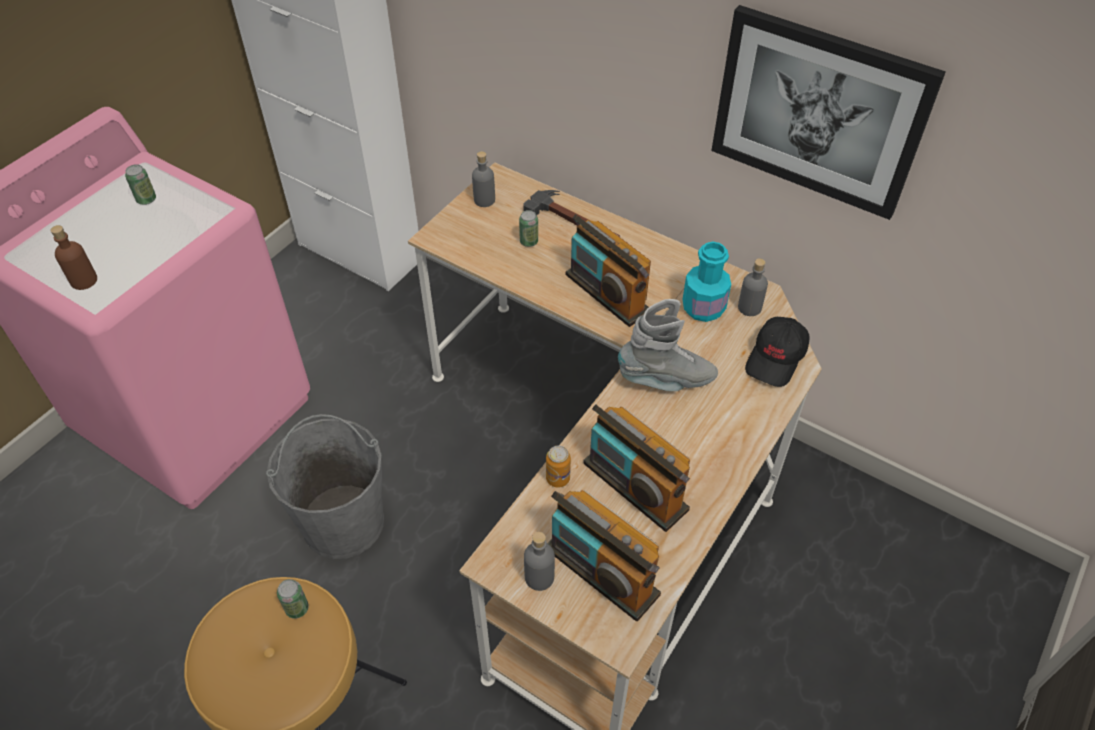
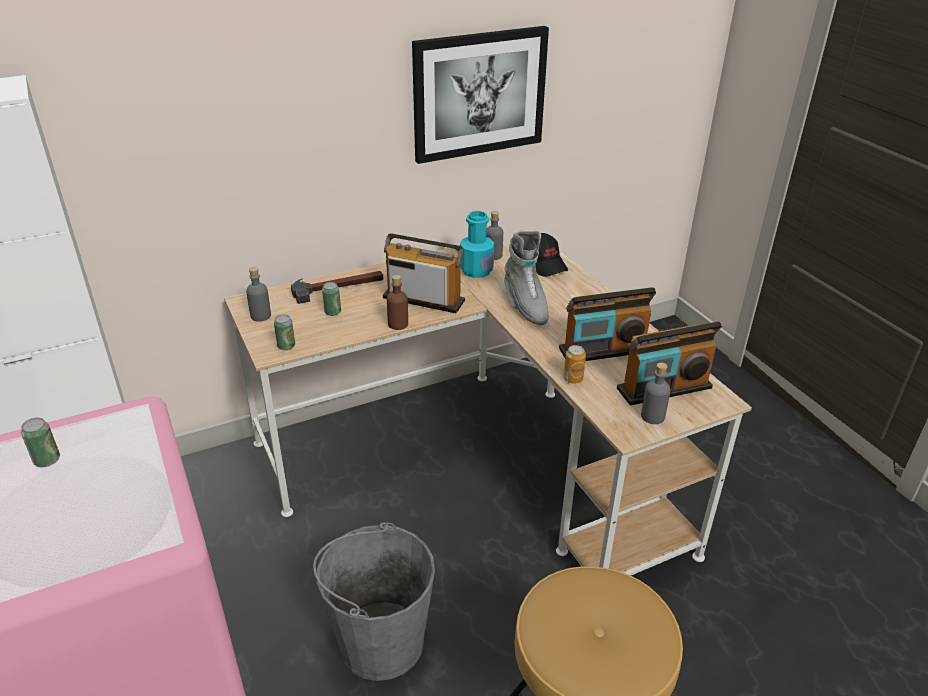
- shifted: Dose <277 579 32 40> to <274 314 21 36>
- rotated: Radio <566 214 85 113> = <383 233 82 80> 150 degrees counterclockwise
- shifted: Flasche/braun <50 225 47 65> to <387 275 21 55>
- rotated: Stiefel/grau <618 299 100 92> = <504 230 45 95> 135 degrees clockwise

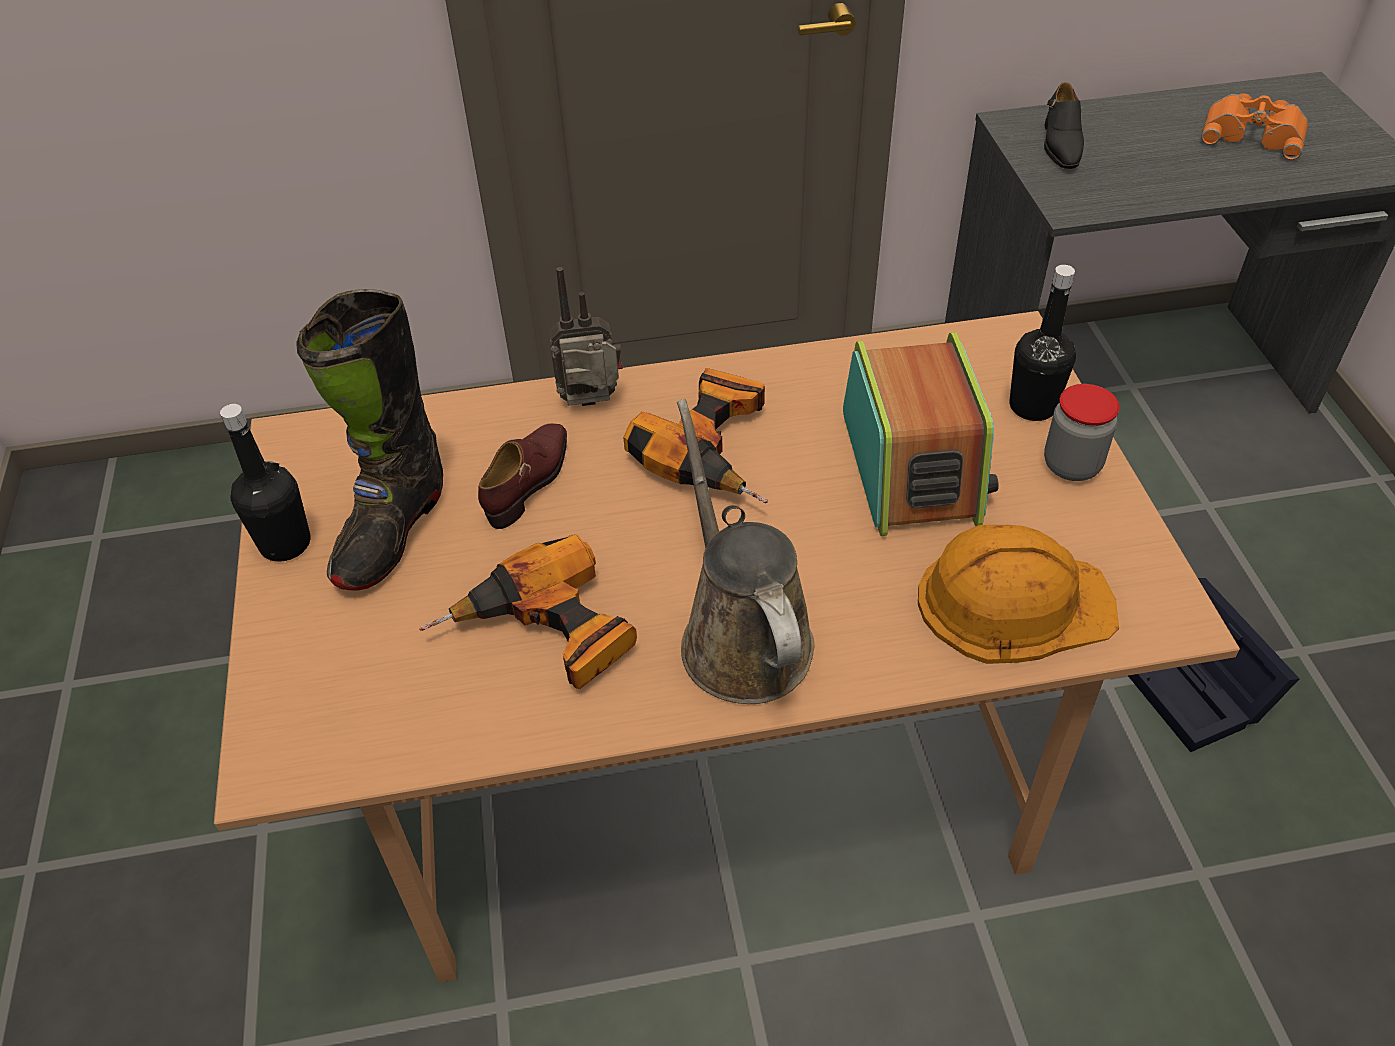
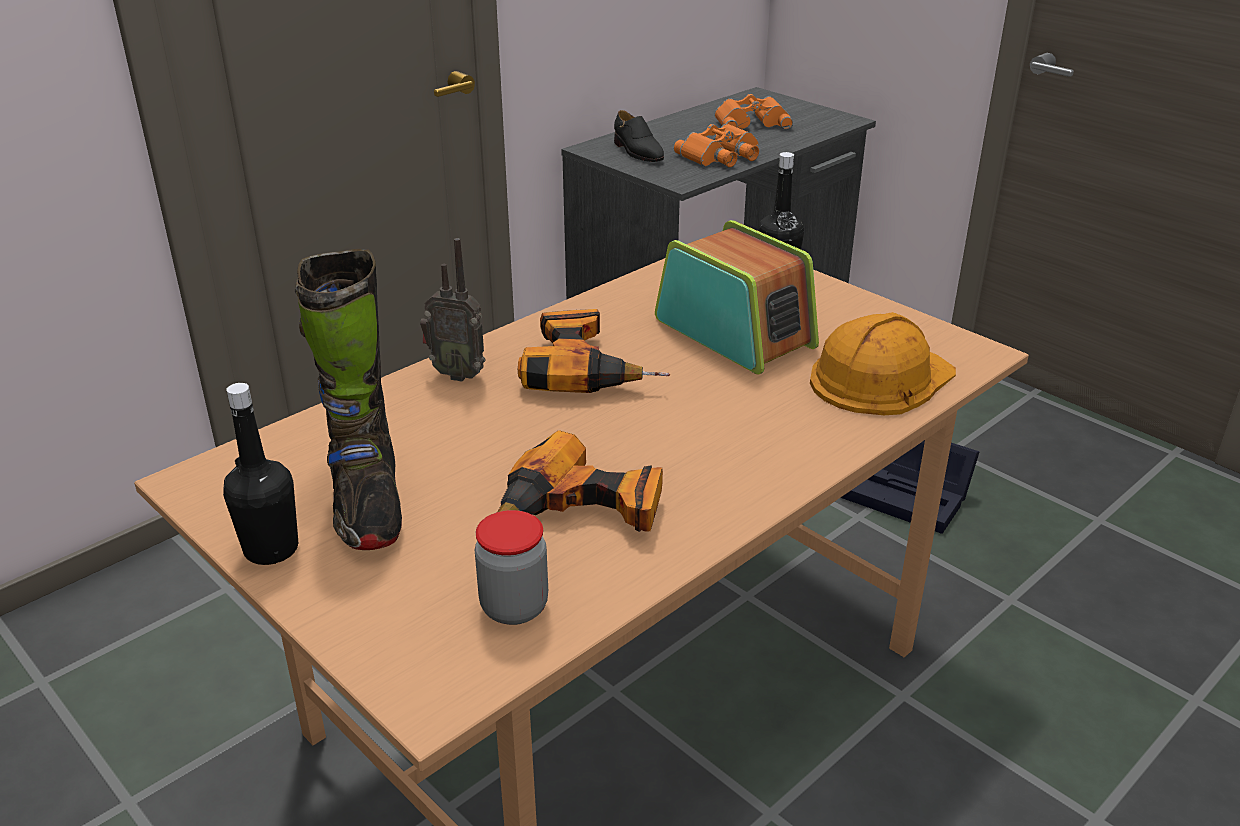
- rotated: Radio <550 267 73 139> = <420 238 66 144> 120 degrees counterclockwise
- shifted: Vorratsglas <1044 384 76 97> to <475 510 73 115>
- new: Fernglas/orange <674 123 85 44>
- gone: Schuh/braun <478 424 89 105>
- gone: Gießkanne/braun <677 399 137 305>

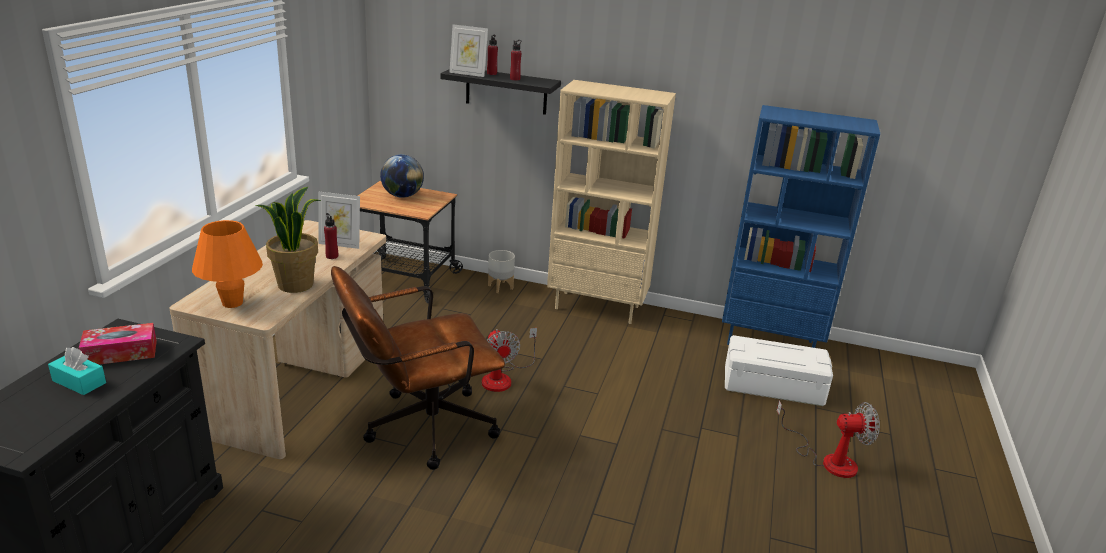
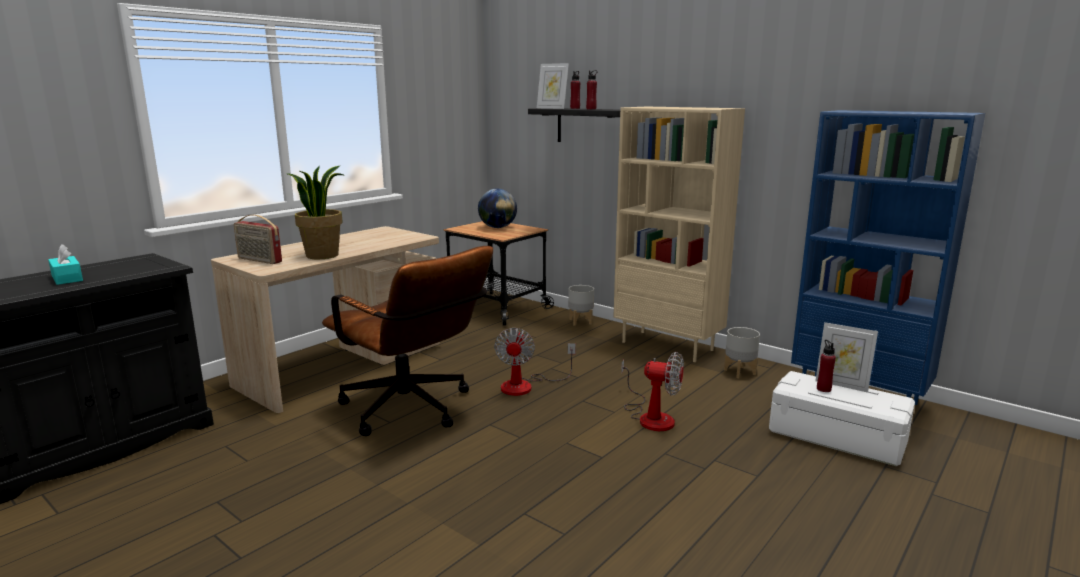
- swapped: Tischlampe/orange <192 220 71 88> to Radio <234 214 48 50>
- rotated: Bürostuhl/braun <331 266 174 204> = <322 246 171 190> 135 degrees counterclockwise
- shifted: Ventilator <777 400 103 78> to <621 352 63 79>
- new: Pflanzkübel/grau <724 327 36 51>
- shifted: Bilderrahmen <318 192 42 57> to <815 322 63 70>
- shifted: Flasche/rot <324 213 14 46> to <817 340 19 52>
- gone: Taschentuchbox <79 323 78 42>

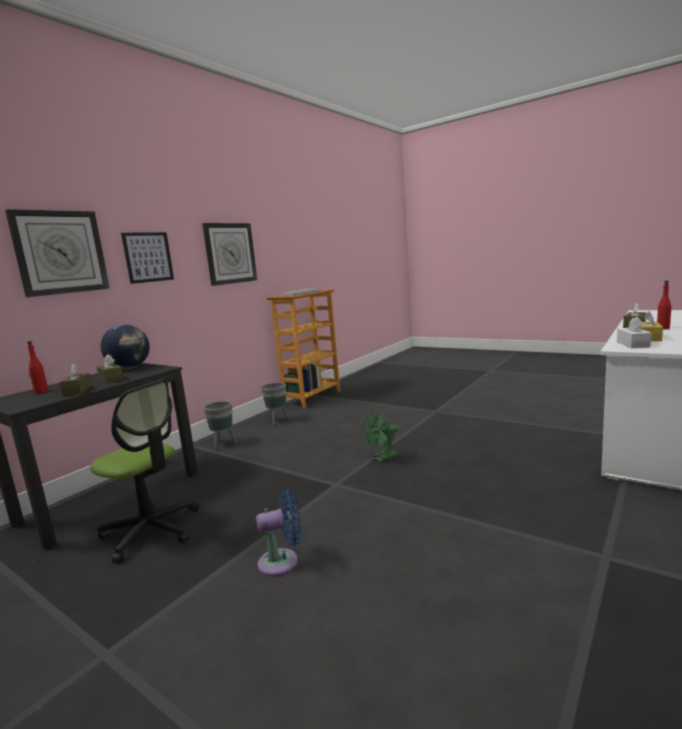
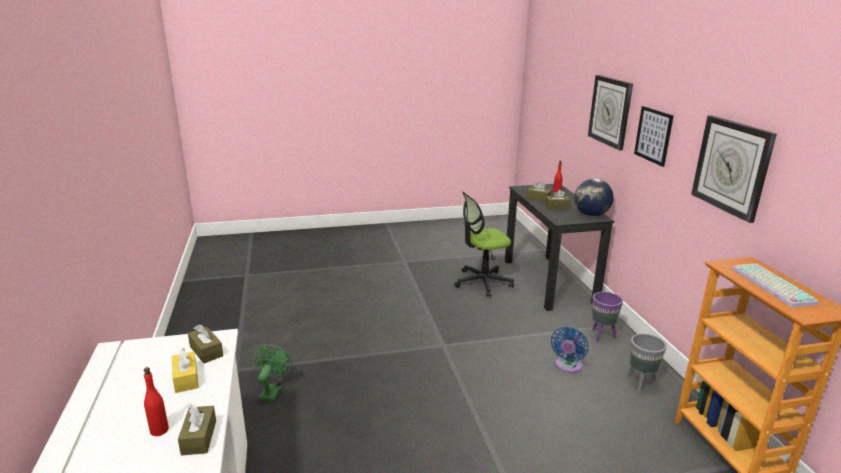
- repainted: Taschentuchbox/weiß <617 317 34 31> to Taschentuchbox/braun <188 324 35 39>
- shifted: Ventilator/grün <363 411 36 52> to <252 345 40 57>
- shifted: Ventilator/blau <256 489 46 88> to <551 327 38 46>
- repainted: Pflanzkübel/grau <204 401 33 49> to Pflanzkübel/lila <592 292 31 50>

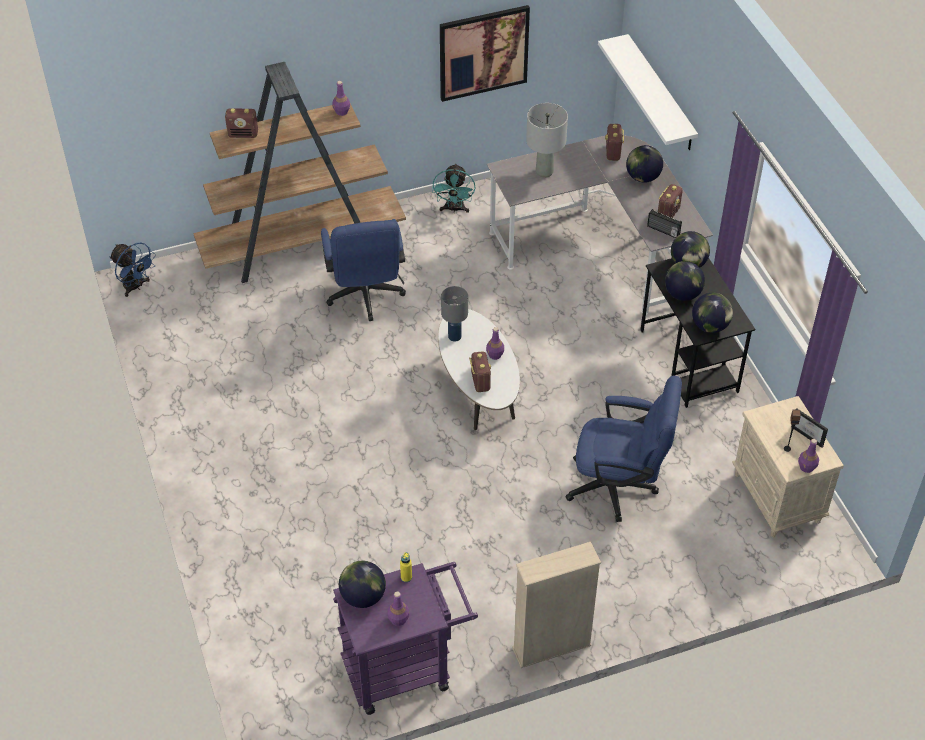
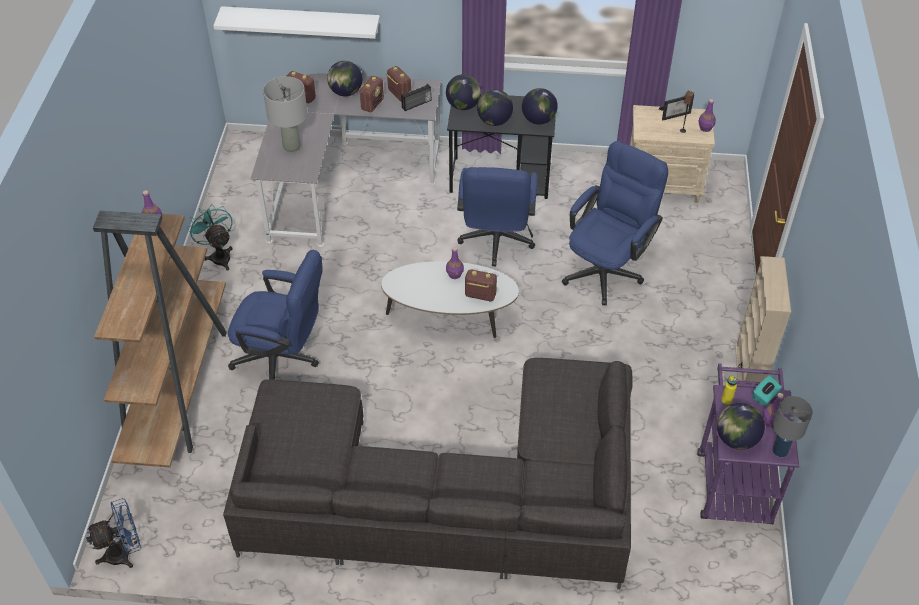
- rotated: Ventilator/türkis <432 163 43 50> = <187 204 46 67> 150 degrees counterclockwise
- new: Sofa/grau <223 358 409 231>
- shifted: Radio <225 108 33 30> to <359 76 25 36>
- new: Bürostuhl/blau <457 167 80 99>
- new: Taschentuchbox/türkis <752 375 30 31>
- shifted: Tischlampe/grau <441 286 27 56> to <772 396 41 61>
- gone: Bild <440 5 90 97>

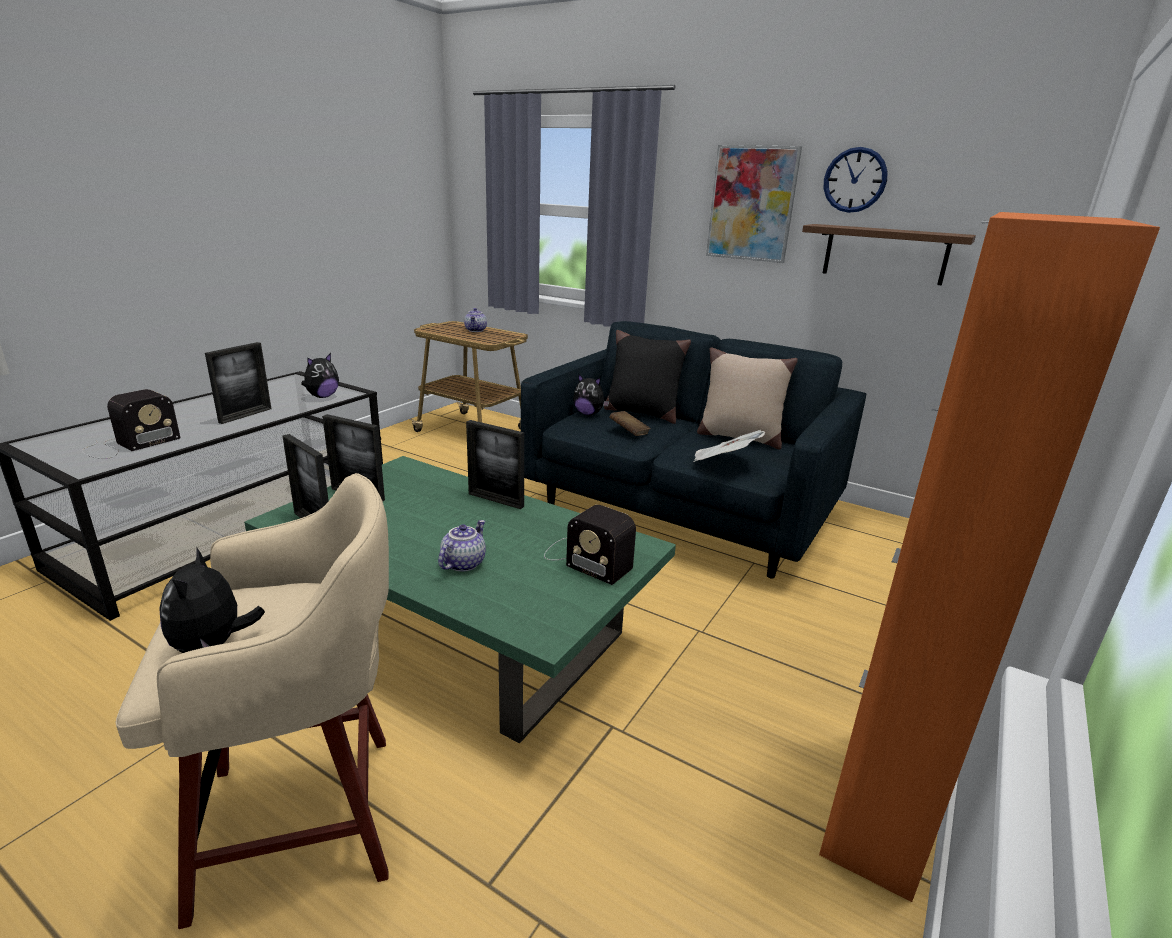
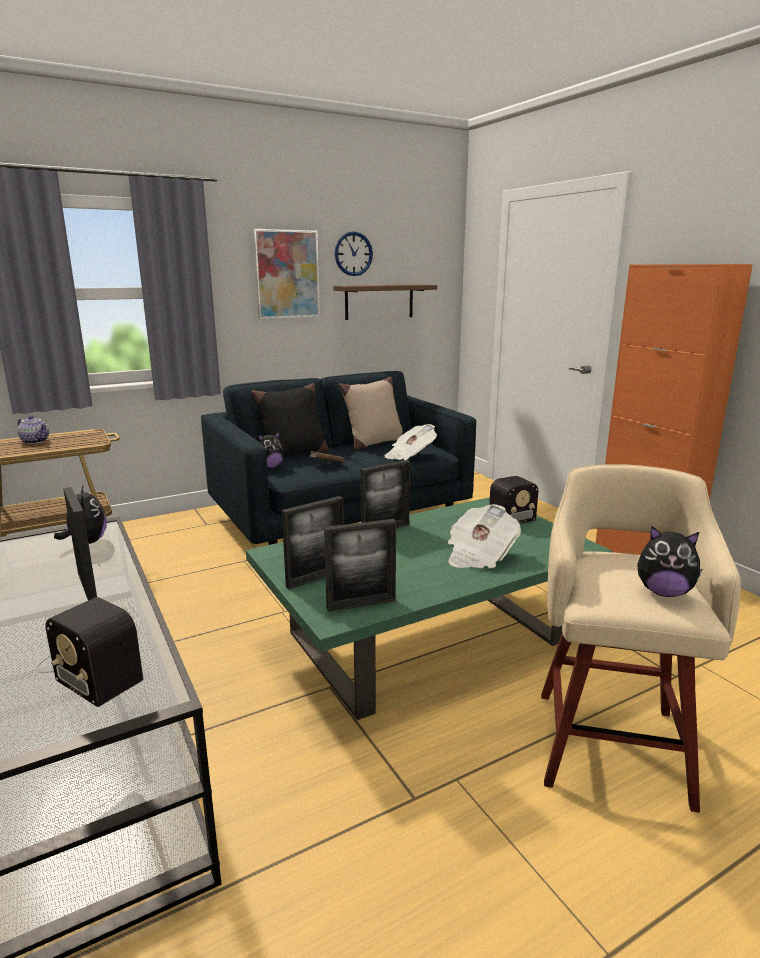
- rotated: Radio <82 389 99 70> = <36 597 107 110> 150 degrees clockwise
- swapped: Teekanne <438 520 48 52> to Zeitung <447 504 74 64>

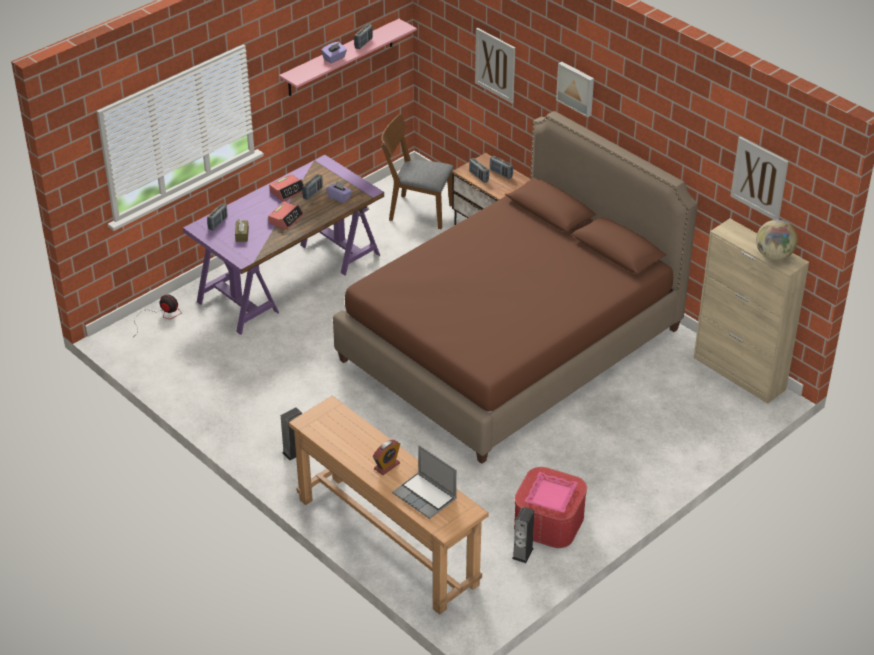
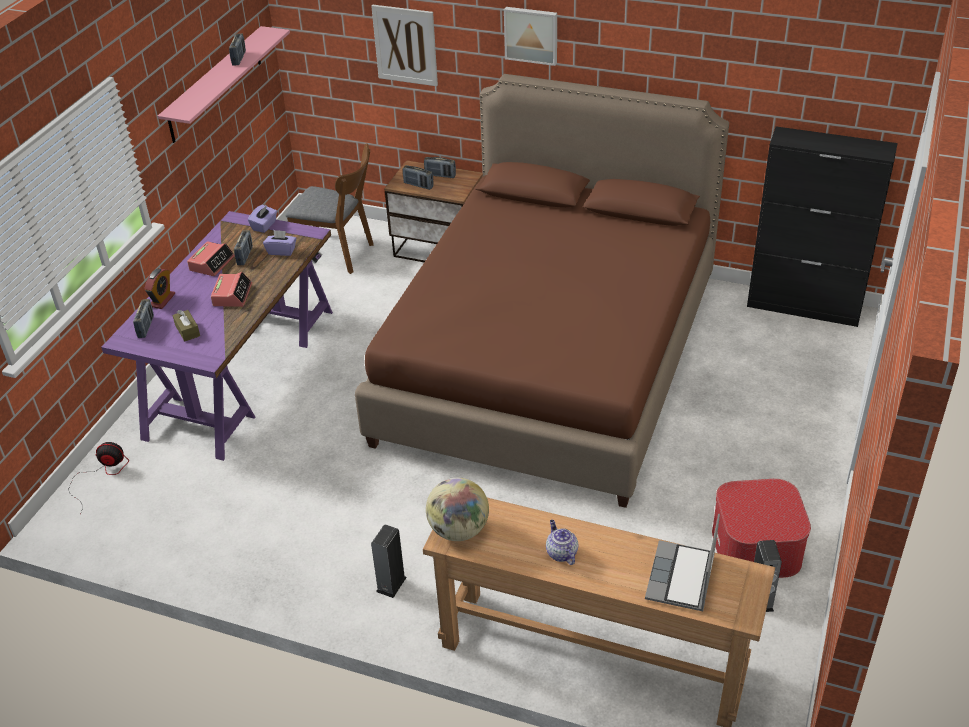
- shifted: Wecker <373 440 27 35> to <144 268 31 41>
- shifted: Taschentuchbox/lila <321 42 26 21> to <248 204 29 29>
- rotated: Stuhl/braun <381 114 72 115> = <286 144 88 130> 150 degrees counterclockwise
- shifted: Globus <756 220 42 40> to <426 478 63 63>
- new: Teekanne <546 520 33 45>
- rotated: Laptop <392 445 65 74> = <645 514 75 97> 90 degrees clockwise
- repainted: Schrank/beige <694 219 115 185> to Schrank/schwarz <747 126 151 201>
- gone: Tablett/rosa <525 472 53 40>
- gone: Bild <730 137 59 83>

